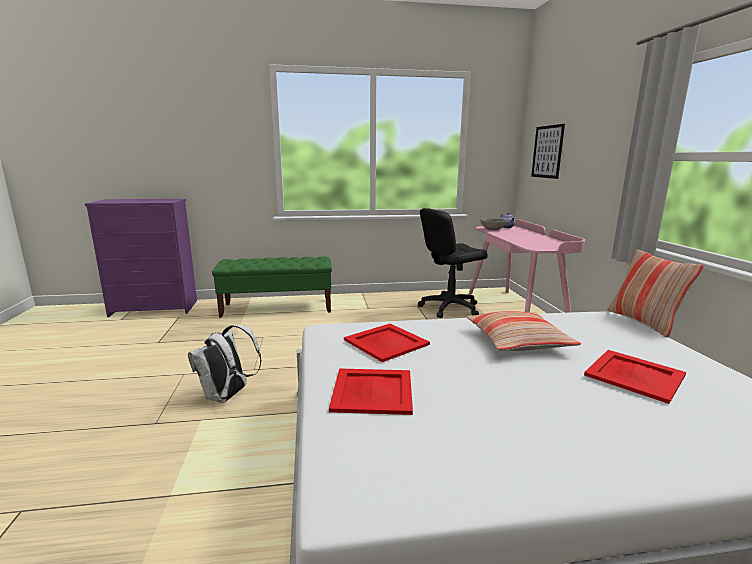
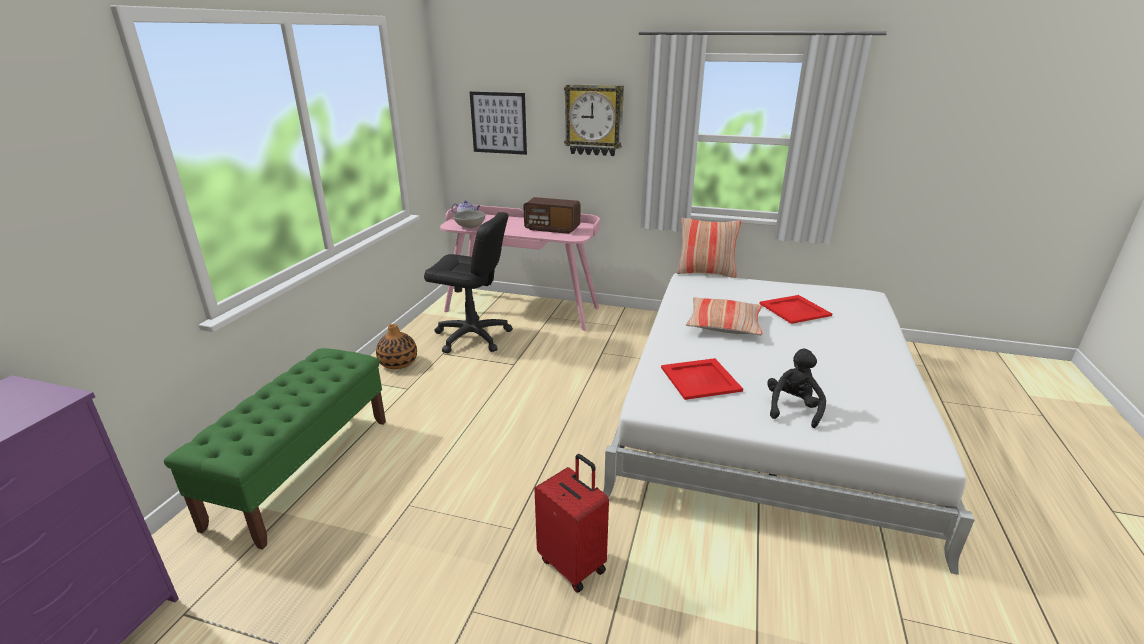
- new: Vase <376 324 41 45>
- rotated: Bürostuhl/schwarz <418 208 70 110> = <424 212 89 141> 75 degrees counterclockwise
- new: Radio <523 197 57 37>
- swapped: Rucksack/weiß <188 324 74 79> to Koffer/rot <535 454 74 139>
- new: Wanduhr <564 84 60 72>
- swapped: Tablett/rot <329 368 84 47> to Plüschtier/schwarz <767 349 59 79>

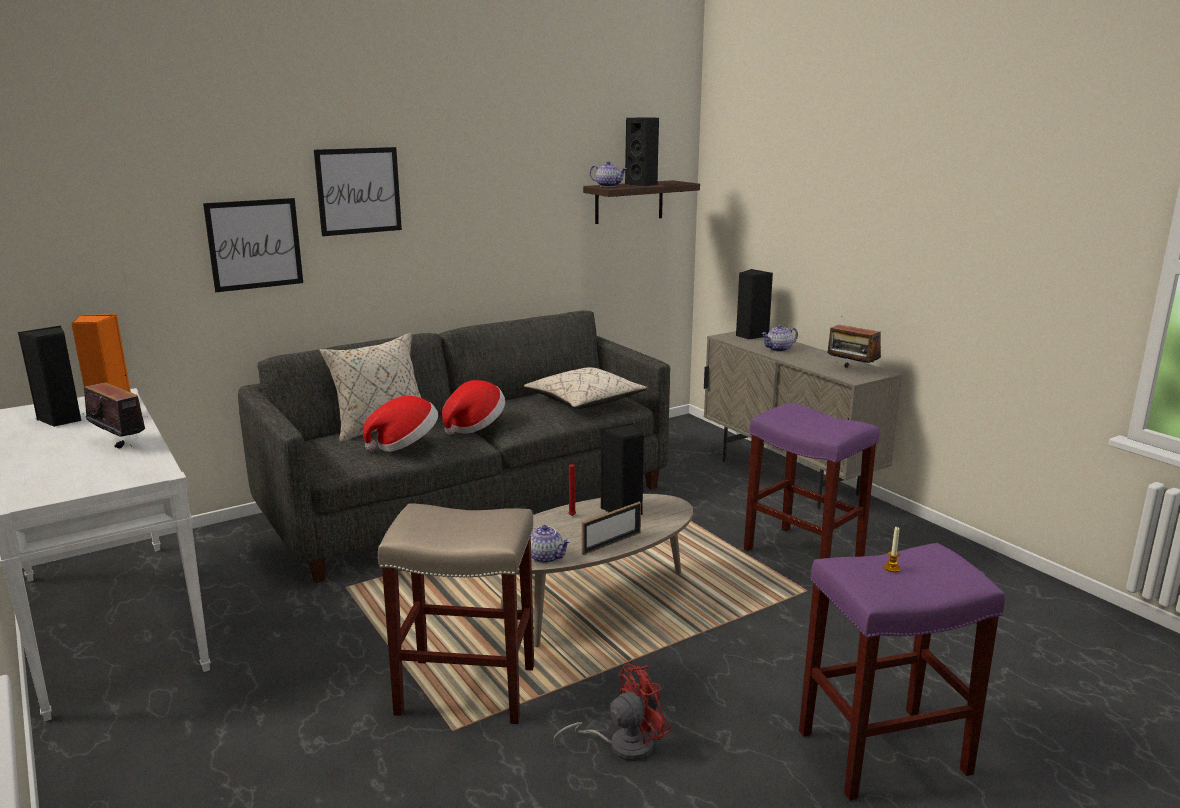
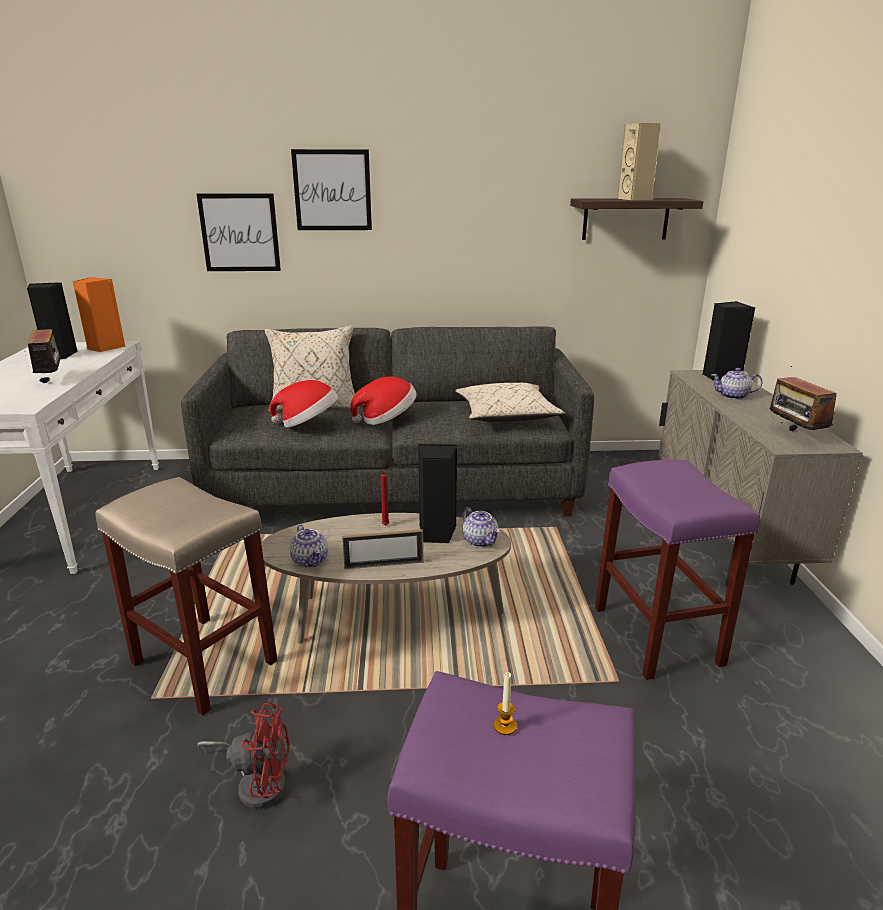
- shifted: Teekanne <590 161 37 26> to <463 507 37 40>
- repainted: Lautsprecher/schwarz <625 117 34 69> to Lautsprecher/beige <617 123 44 77>

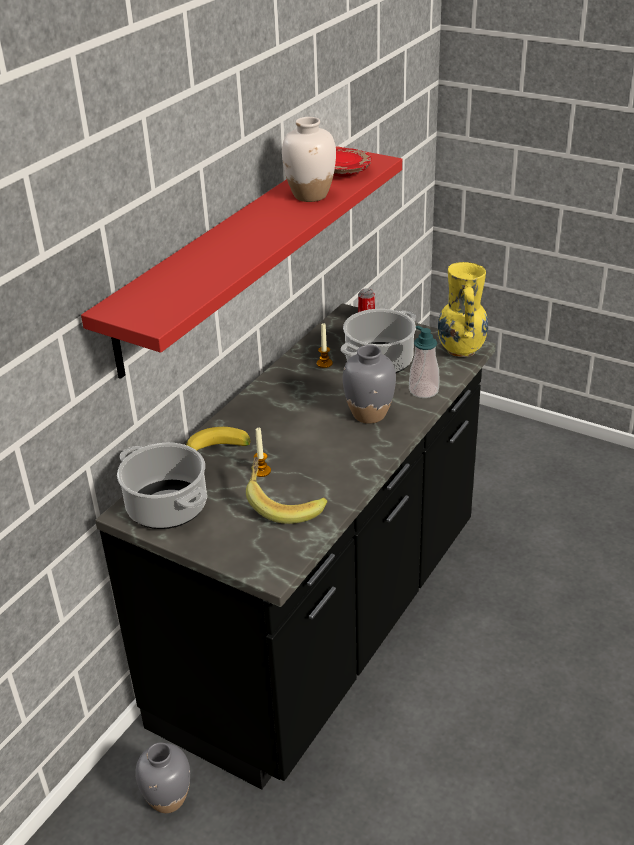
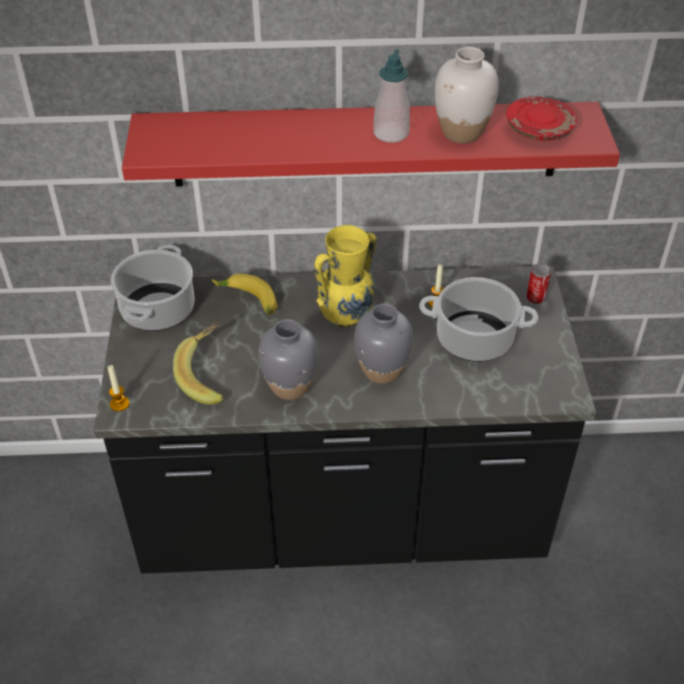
- shifted: Kerze <254 427 17 50> to <108 365 21 46>
- shifted: Vase/grau <135 743 55 70> to <258 319 60 81>
- shifted: Vase/gelb <438 262 50 95> to <314 225 63 102>
- shifted: Seifenspender <409 326 31 72> to <373 49 37 93>

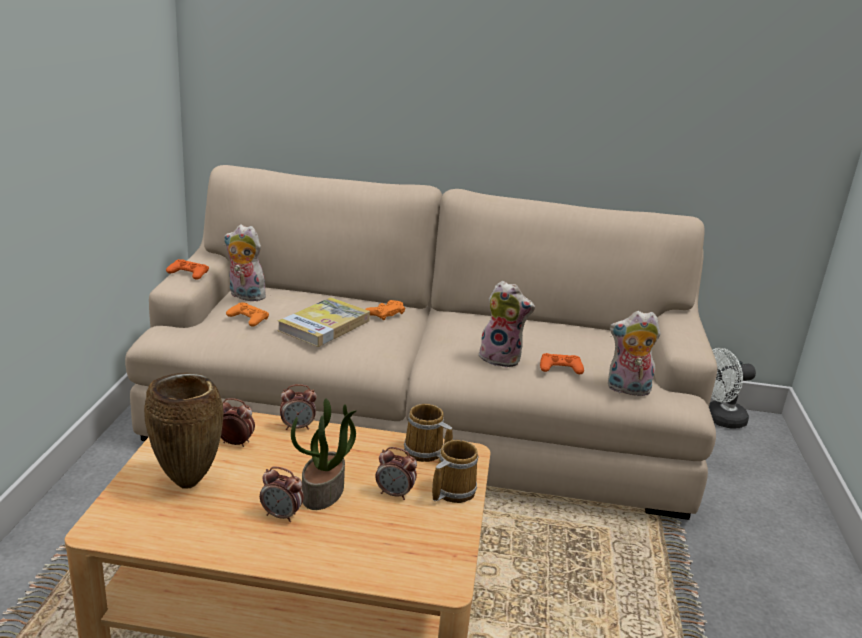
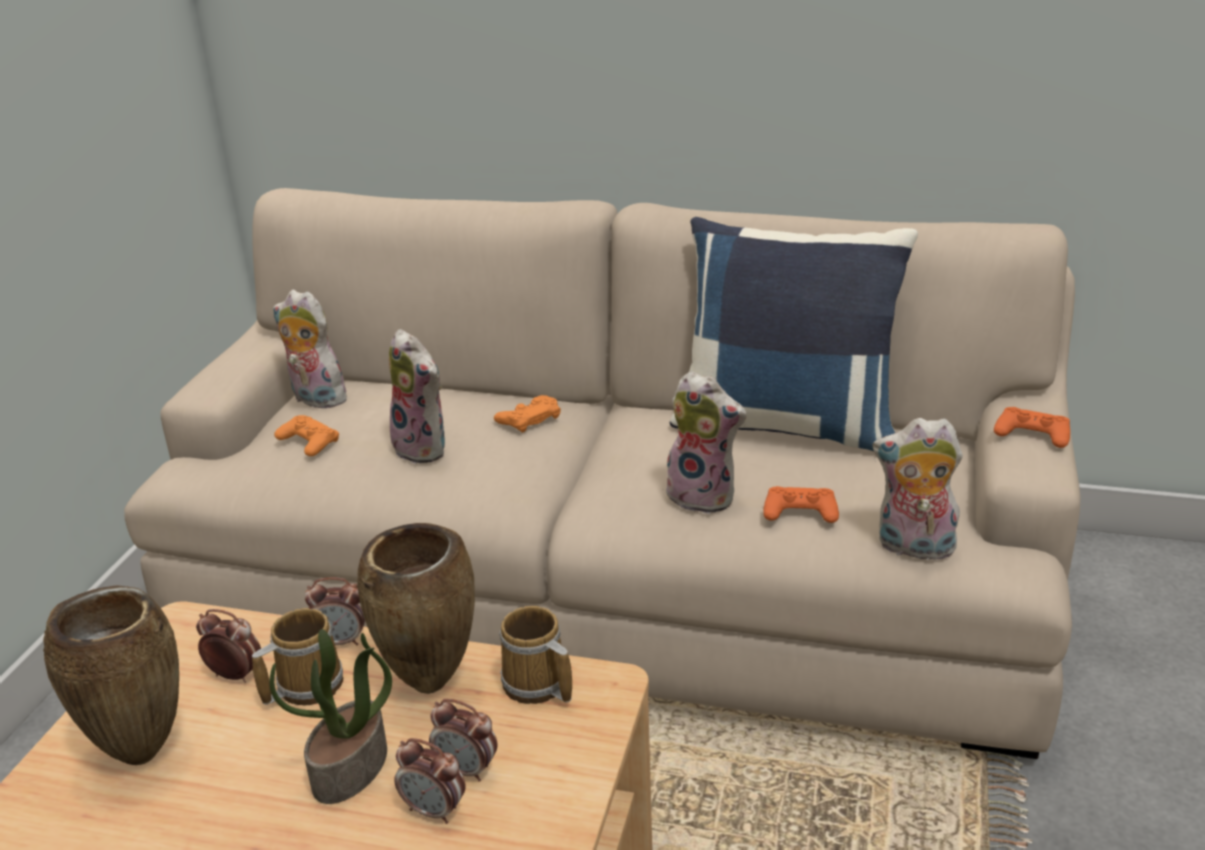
- shifted: Henkelbecher <432 440 47 63> to <252 608 91 97>
- new: Vase/braun <357 523 118 171>
- swapped: Buch <278 297 92 50> to Plüschtier <389 329 56 135>
- shifted: Wecker <260 467 44 55> to <394 738 72 86>
- new: Kissen/blau <670 217 248 235>
- shifted: Gamepad/orange <166 259 43 21> to <994 407 76 41>
- gone: Ventilator/weiß <709 348 47 81>

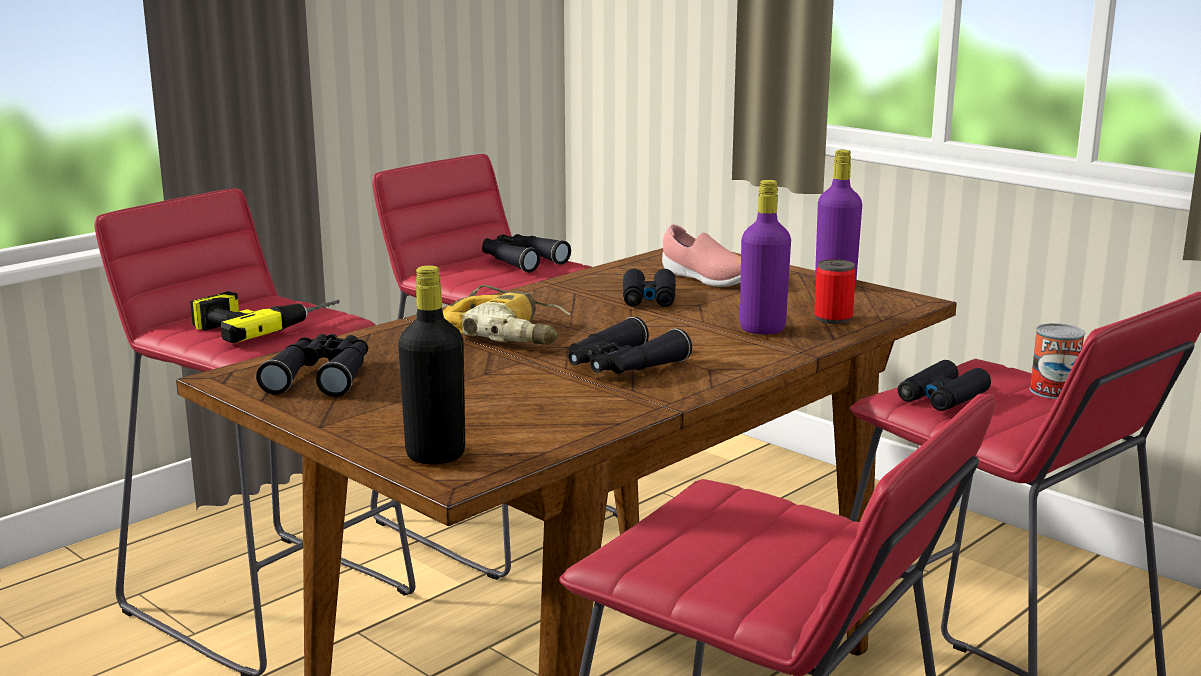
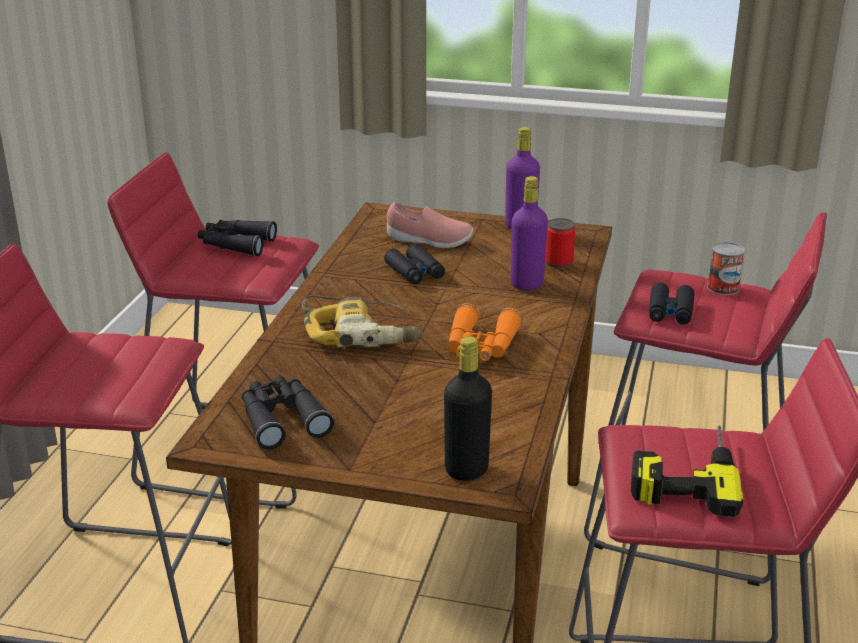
- repainted: Fernglas/schwarz <568 317 124 57> to Fernglas/orange <447 303 76 58>
- shifted: Bohrmaschine <190 291 150 53> to <631 426 112 91>

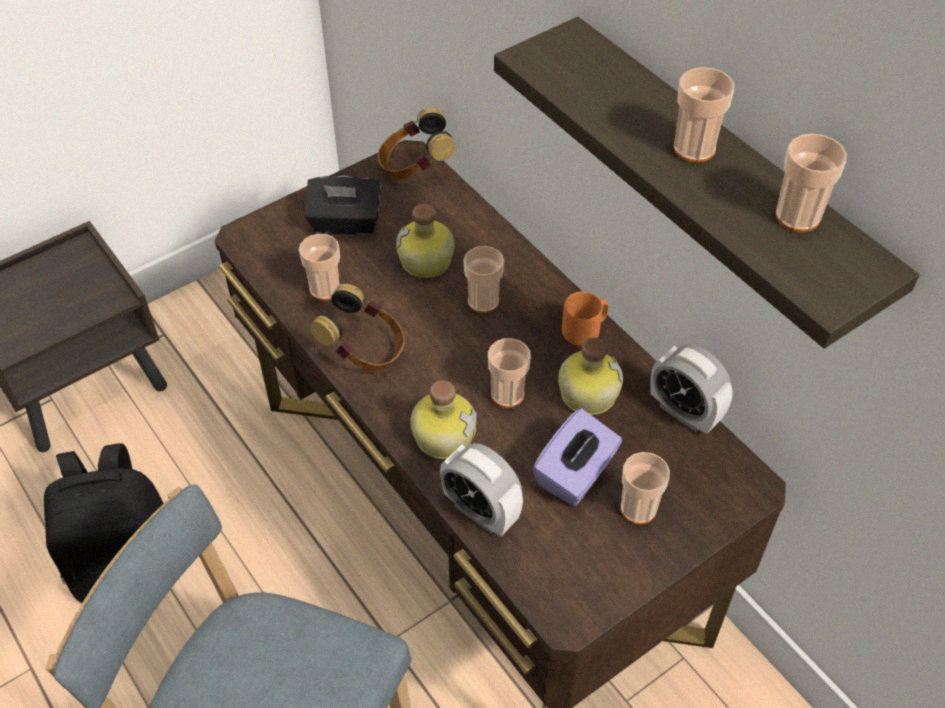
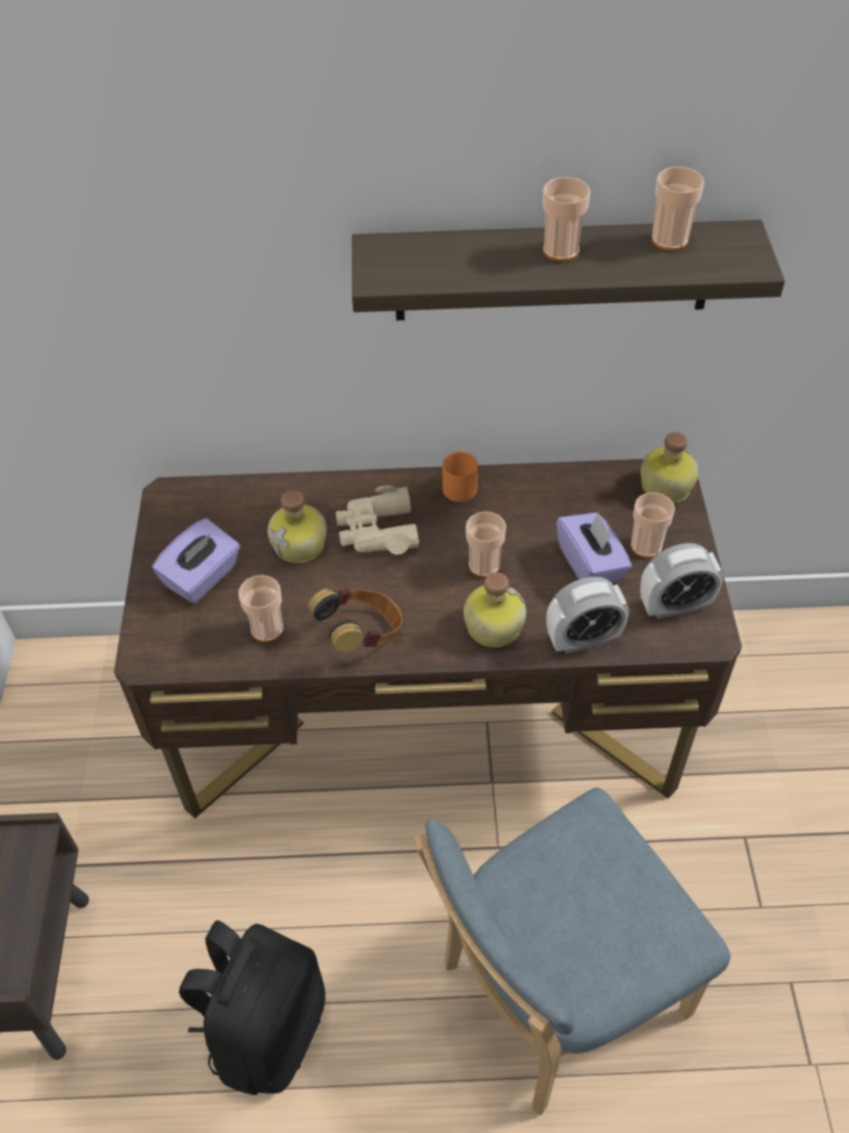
- repainted: Taschentuchbox/schwarz <304 175 77 60> to Taschentuchbox/lila <152 518 88 85>
- swapped: Tasse <464 246 40 67> to Fernglas/beige <336 485 83 70>
- shifted: Wecker <650 345 83 89> to <640 543 83 76>
- shifted: Flasche <558 338 65 77> to <641 432 57 71>
- gone: Kopfhörer <378 107 77 73>

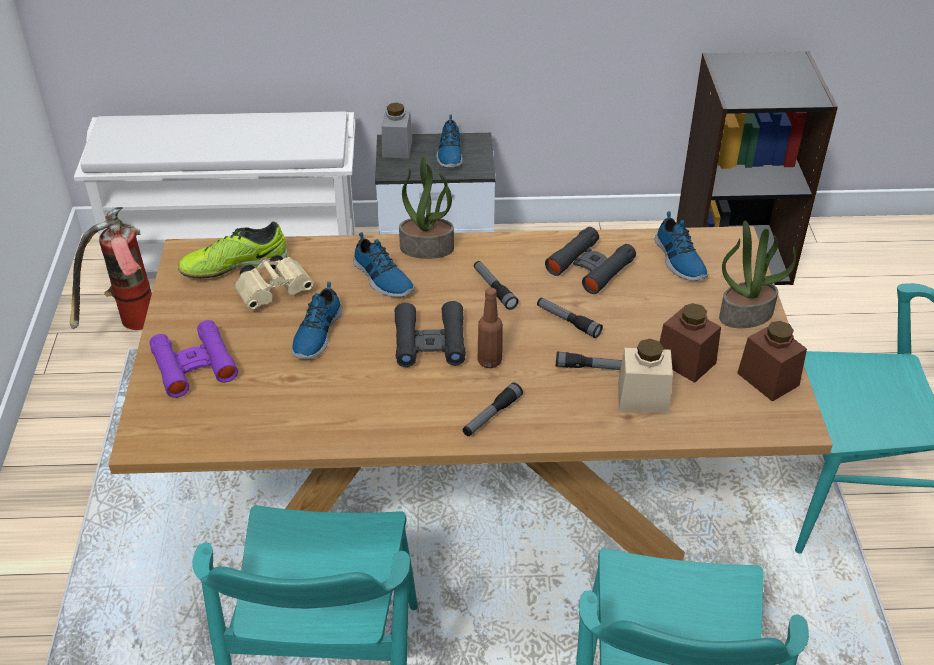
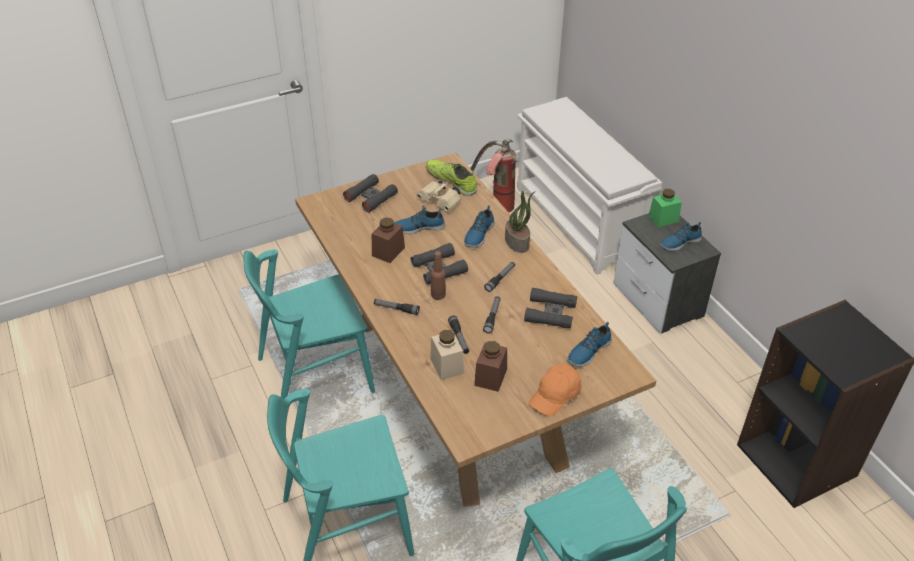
- repainted: Fernglas/lila <150 320 88 78> to Fernglas/schwarz <343 174 55 39>
- shifted: Vorratsglas/braun <737 321 70 81> to <372 218 33 45>
- swapped: Topfpflanze <719 221 77 107> to Kappe/orange <529 364 52 52>
- repainted: Vorratsglas/grau <382 103 30 55> to Vorratsglas/grün <649 189 33 38>

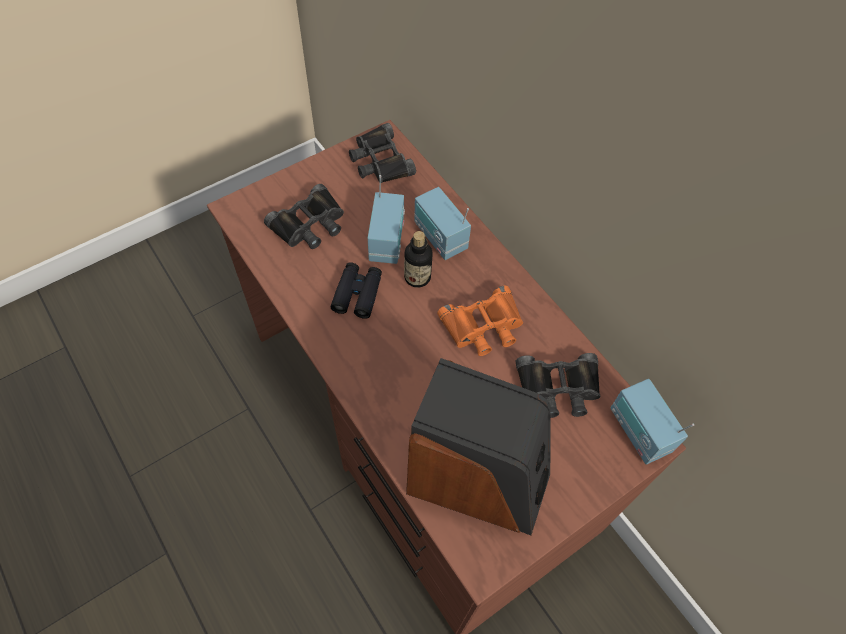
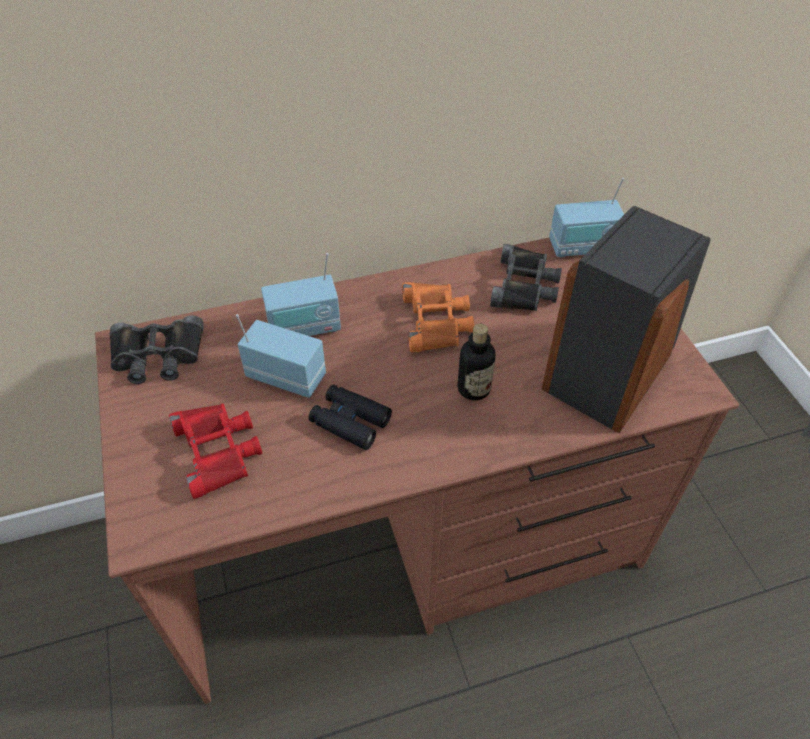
- repainted: Fernglas/schwarz <264 184 80 65> to Fernglas/rot <169 403 93 96>
- shifted: Flasche <404 231 28 57> to <458 324 37 76>

